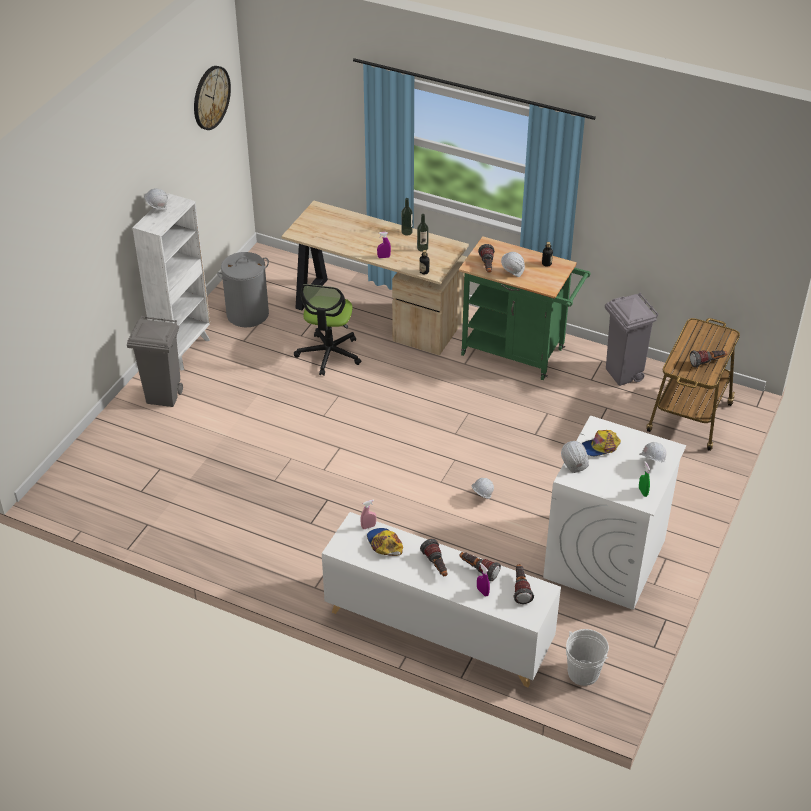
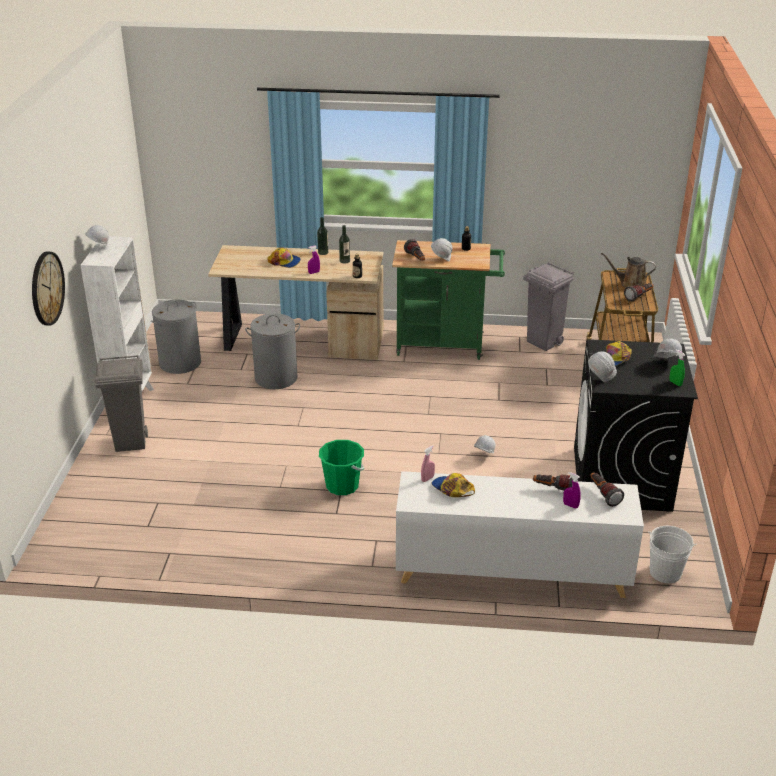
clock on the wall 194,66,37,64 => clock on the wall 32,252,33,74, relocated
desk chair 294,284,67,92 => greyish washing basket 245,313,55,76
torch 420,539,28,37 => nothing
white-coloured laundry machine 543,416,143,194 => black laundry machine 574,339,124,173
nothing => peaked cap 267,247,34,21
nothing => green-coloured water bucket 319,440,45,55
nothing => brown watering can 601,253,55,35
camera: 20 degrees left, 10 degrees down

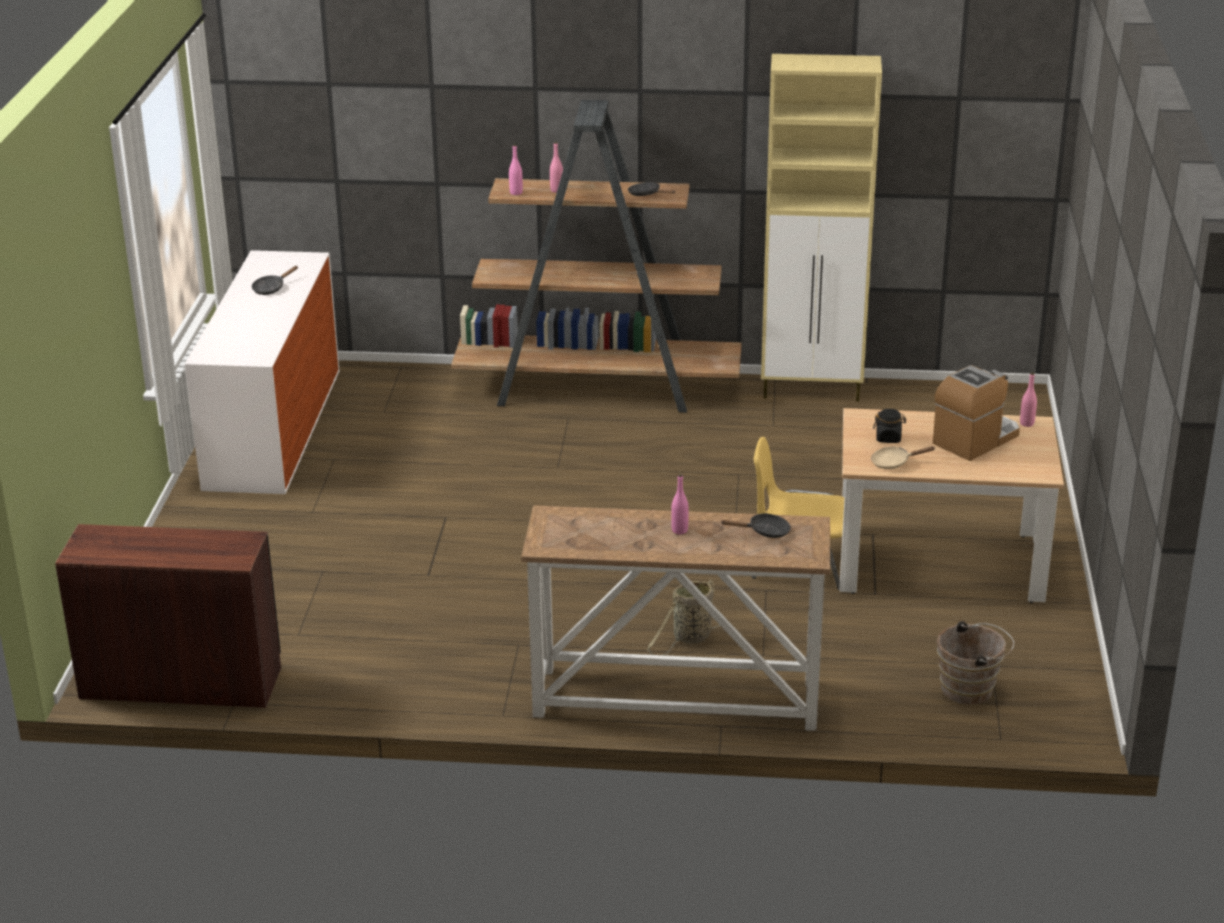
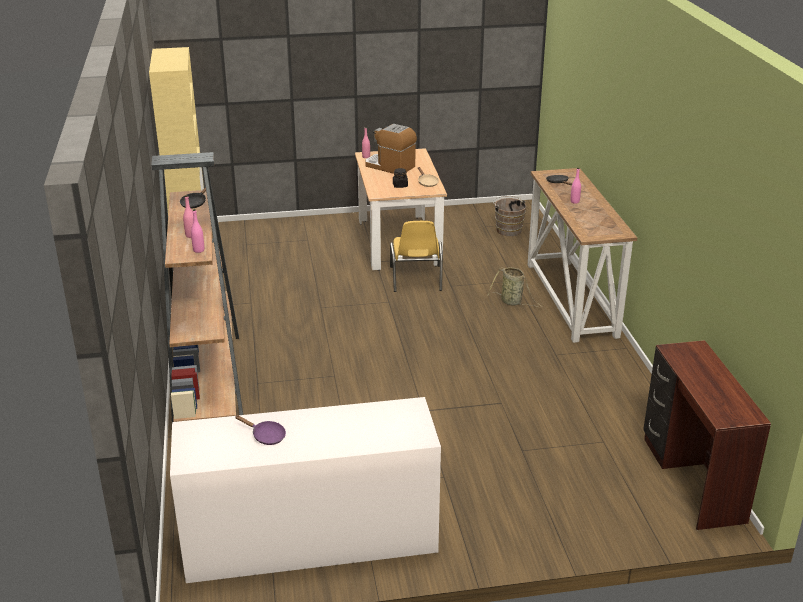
black pan 252,266,46,29 => purple pan 235,415,51,30
camera: 105 degrees left, 0 degrees up

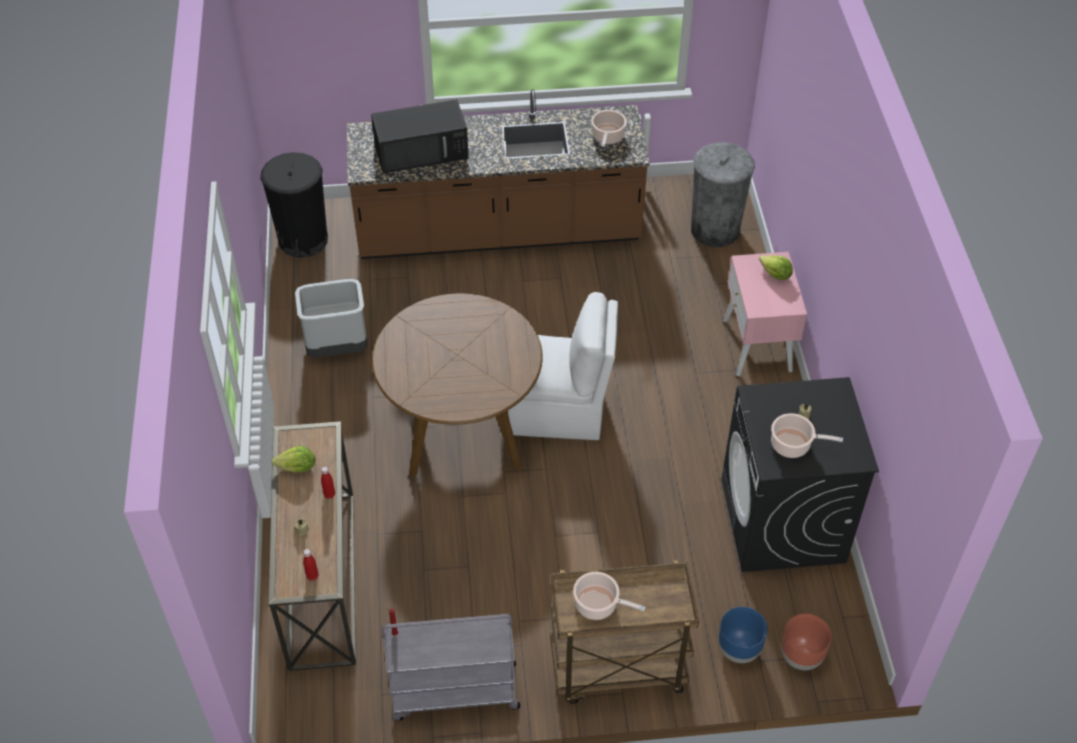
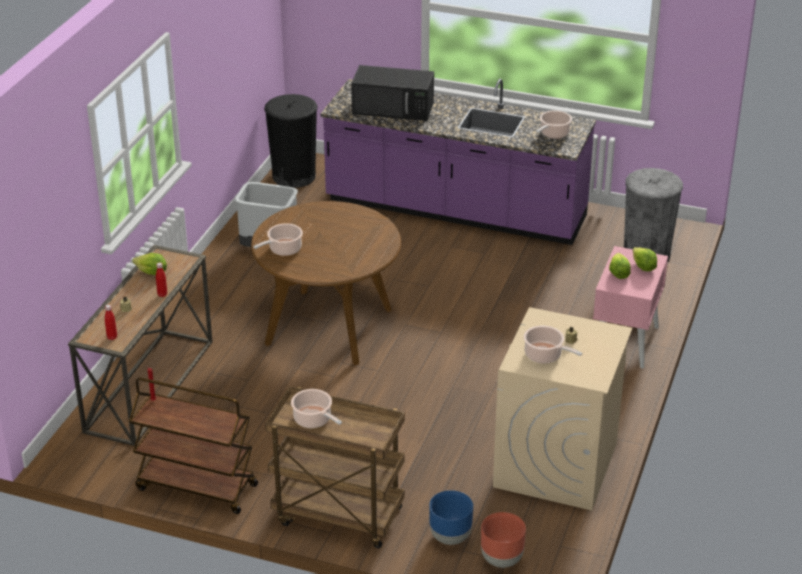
brown counter 347,89,303,170 => purple counter 320,79,276,166
greyish trolley 382,614,138,107 => brown trolley 129,377,129,137
white-coloured plain chair 508,292,110,148 => nothing
black laundry machine 721,377,158,195 => sand-coloured laundry machine 493,307,139,204
nothing => stockpot 253,223,50,33
nothing => head of lettuce 609,253,22,26
camera: 25 degrees right, 15 degrees down

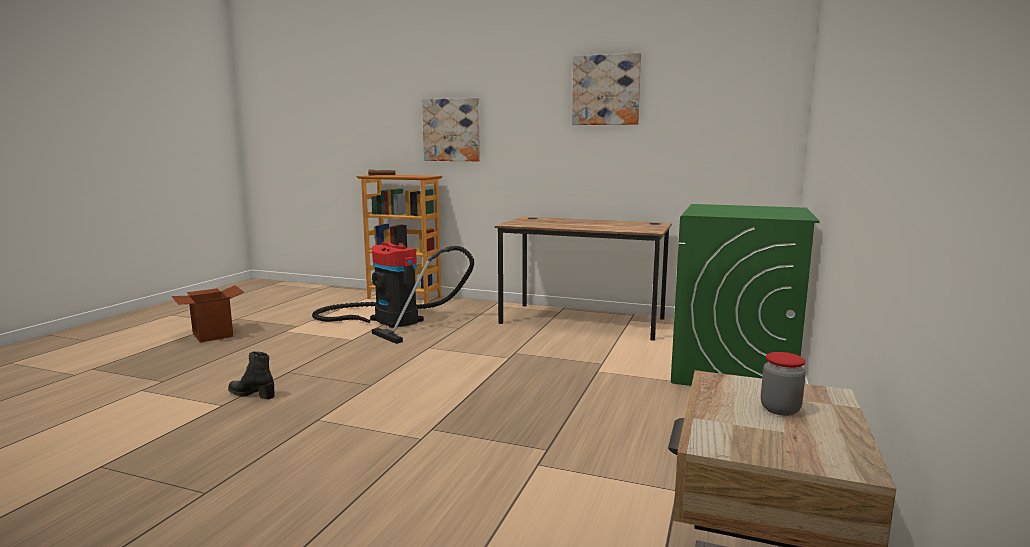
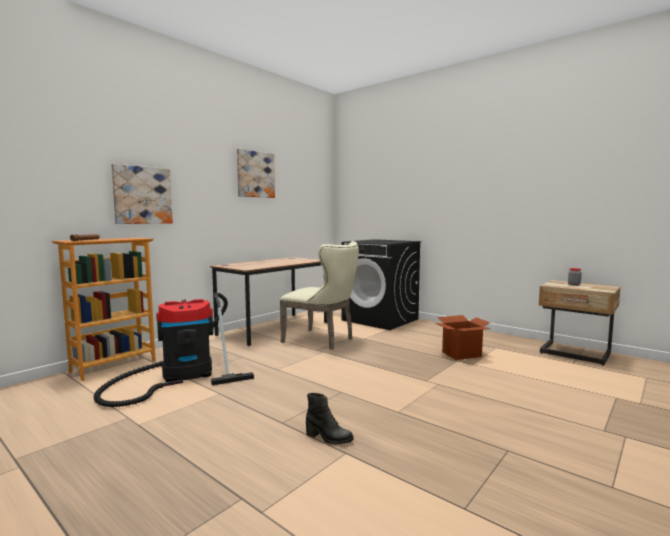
packing box 172,285,72,58 => packing box 436,315,55,45, relocated
black boot 228,351,47,48 => black boot 306,393,48,52, 105 degrees counterclockwise
green-coloured laundry machine 671,204,149,182 => black laundry machine 341,239,80,91
nothing => sand-coloured plain chair 280,241,79,109
camera: 70 degrees left, 5 degrees down

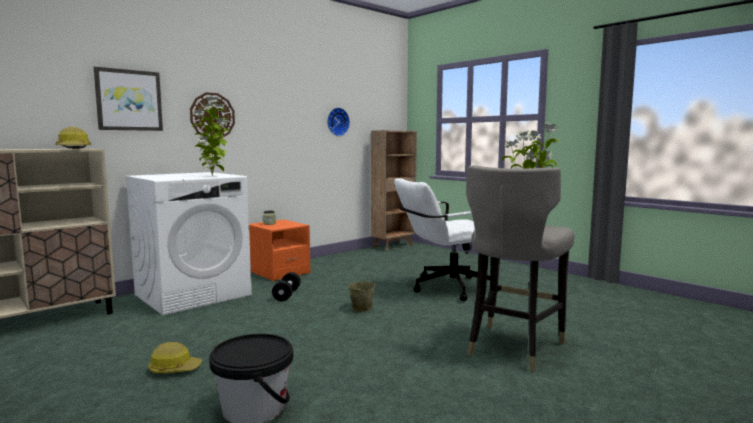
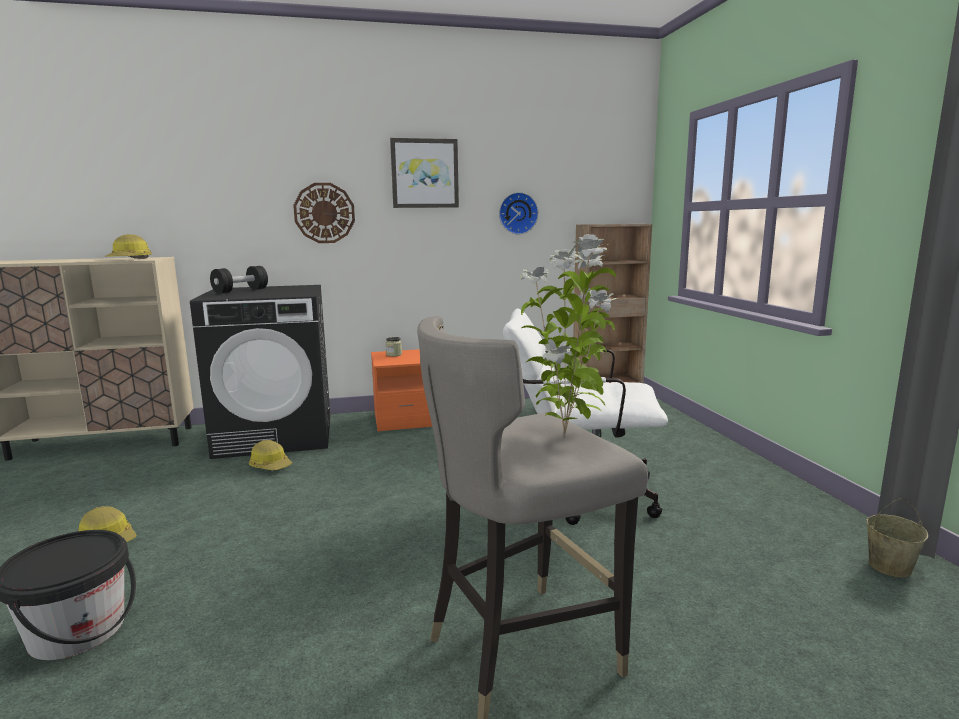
picture 94,67,69,64 => picture 390,138,69,70, relocated
white-coloured laundry machine 125,172,127,144 => black laundry machine 190,285,140,174
houseplant 192,96,38,80 => nothing
black free weight 272,272,29,29 => black free weight 210,266,58,27, relocated
sand-coloured water bucket 348,269,28,43 => sand-coloured water bucket 866,498,62,79, relocated
nothing => work helmet 249,440,43,30
camera: 30 degrees right, 5 degrees up

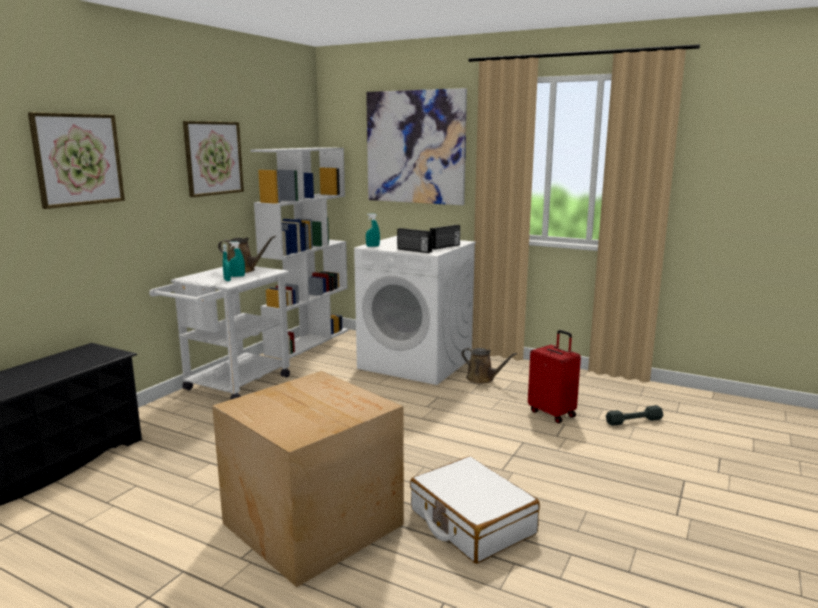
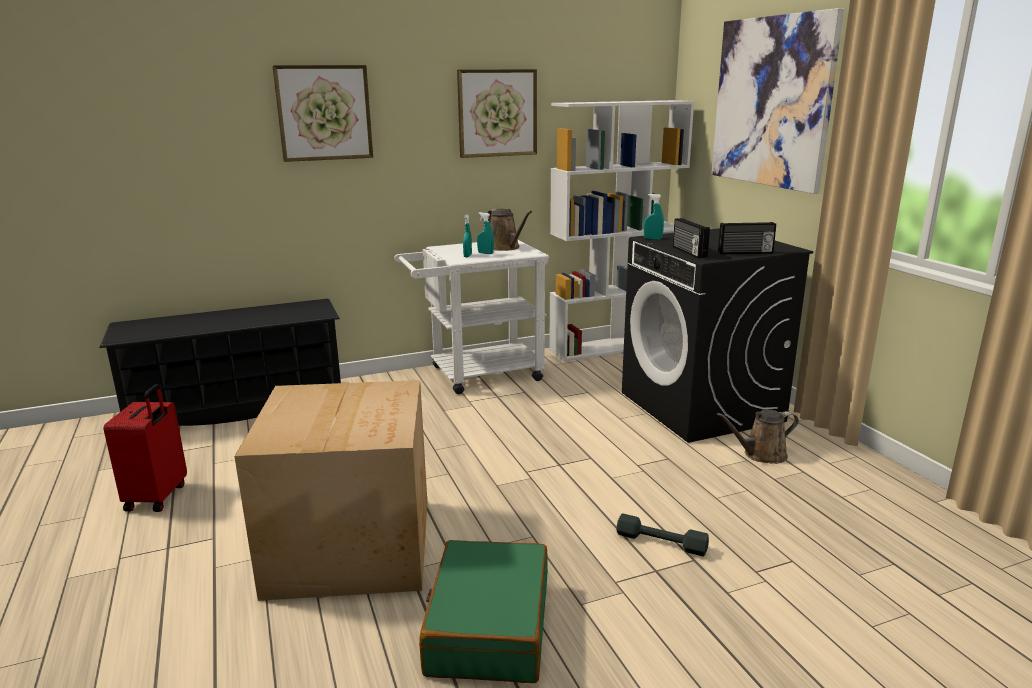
white-coloured laundry machine 354,236,122,149 => black laundry machine 622,228,191,215
white-coloured suitcase 410,456,130,108 => green-coloured suitcase 419,540,129,143
brown watering can 461,348,56,36 => brown watering can 717,409,82,55, 90 degrees clockwise
reddish suitcase 528,330,53,93 => reddish suitcase 104,384,83,128, relocated
greyish free weight 606,405,57,21 => greyish free weight 616,513,93,43, relocated
camera: 40 degrees right, 5 degrees up

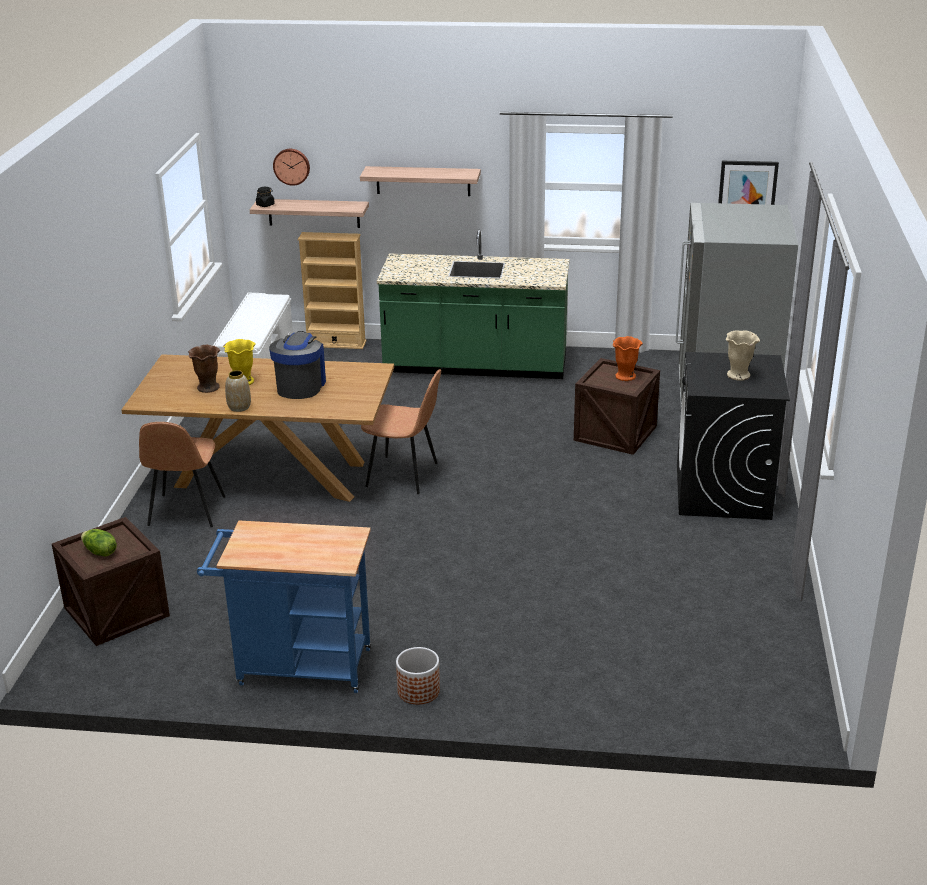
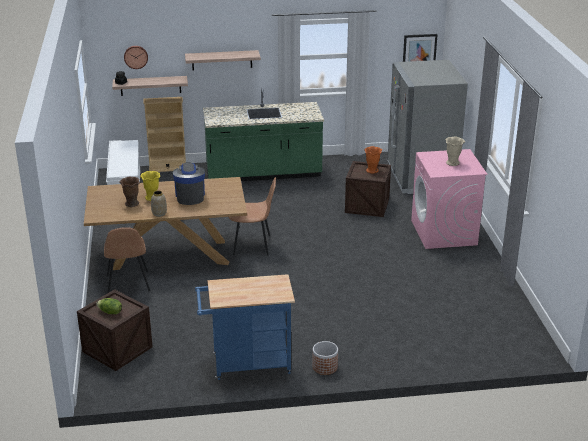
black laundry machine 677,352,113,168 => pink laundry machine 411,149,77,100
camera: 15 degrees left, 0 degrees up

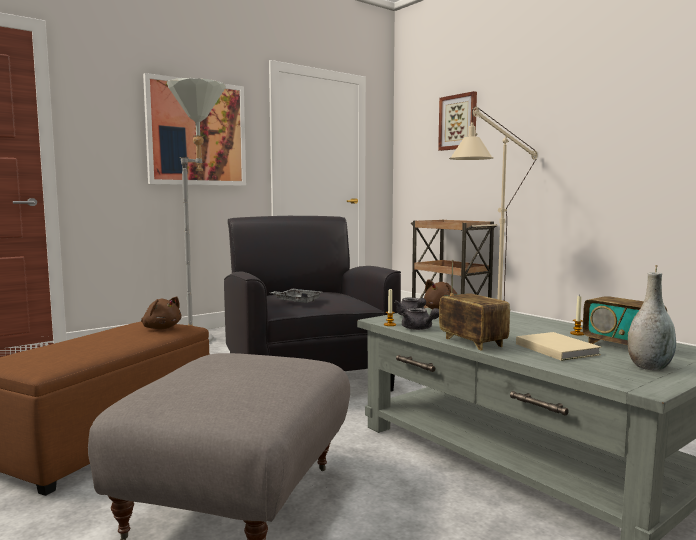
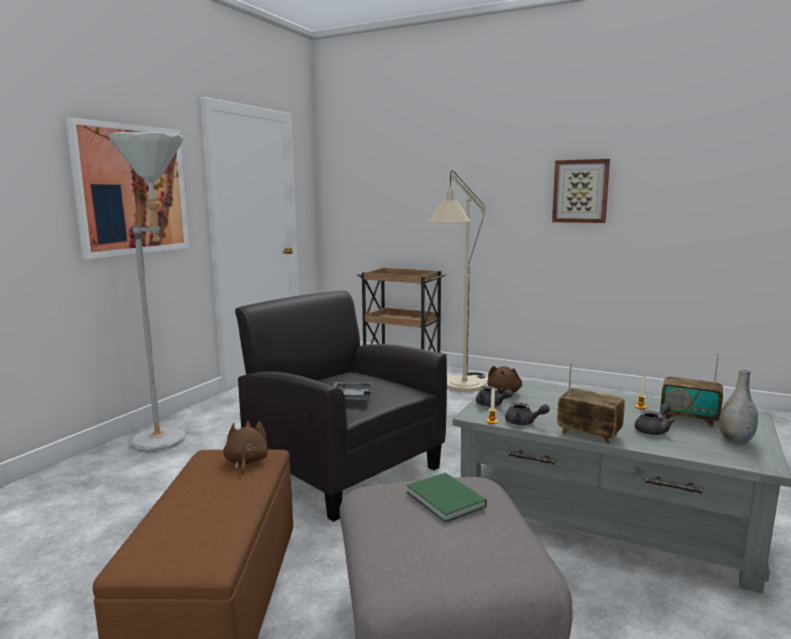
brown soft toy 141,297,41,32 => brown soft toy 223,421,45,54, 105 degrees counterclockwise
picture 438,91,39,60 => picture 552,159,58,64, relocated
sand-coloured volume 516,332,85,29 => greyish tea pot 634,403,41,32
nothing => green-coloured volume 406,473,81,50
camera: 25 degrees left, 5 degrees up

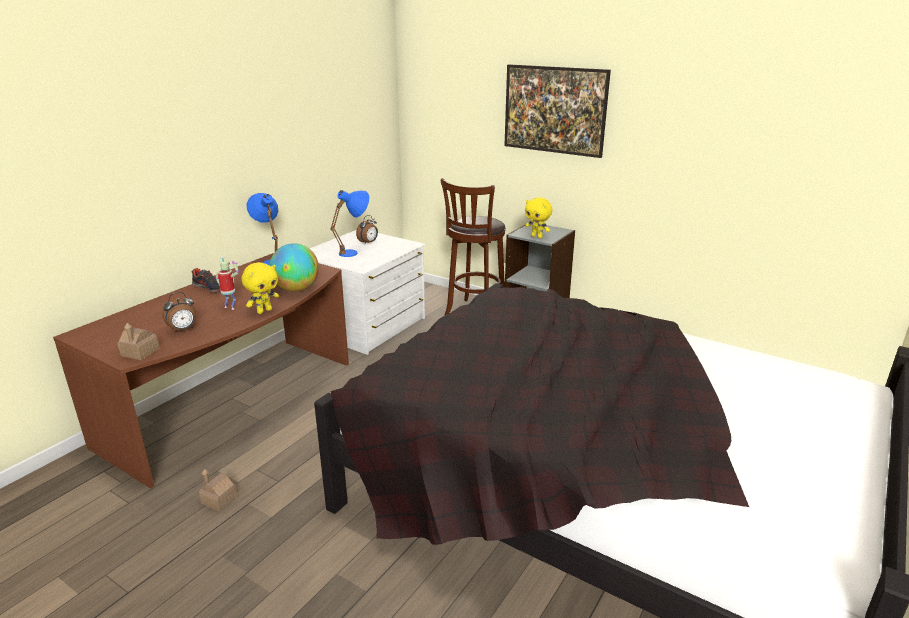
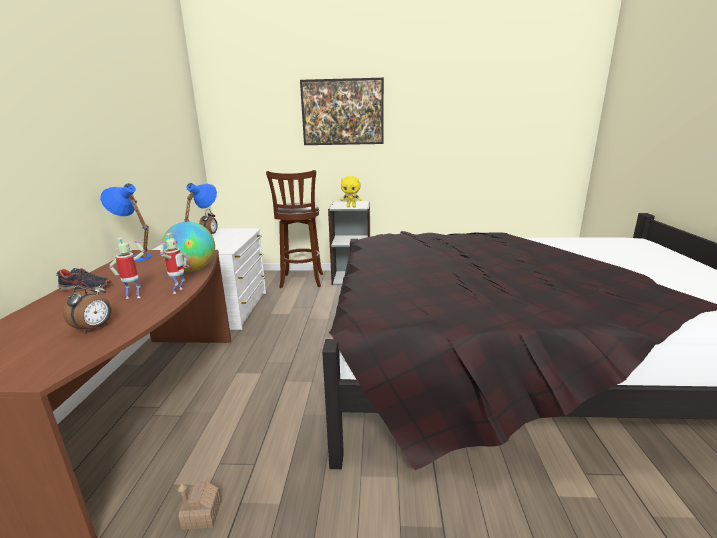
miniature house 117,323,43,37 => nothing
yellow-coloured soft toy 241,262,38,52 => robot figure 160,233,29,61
camera: 30 degrees left, 5 degrees down

